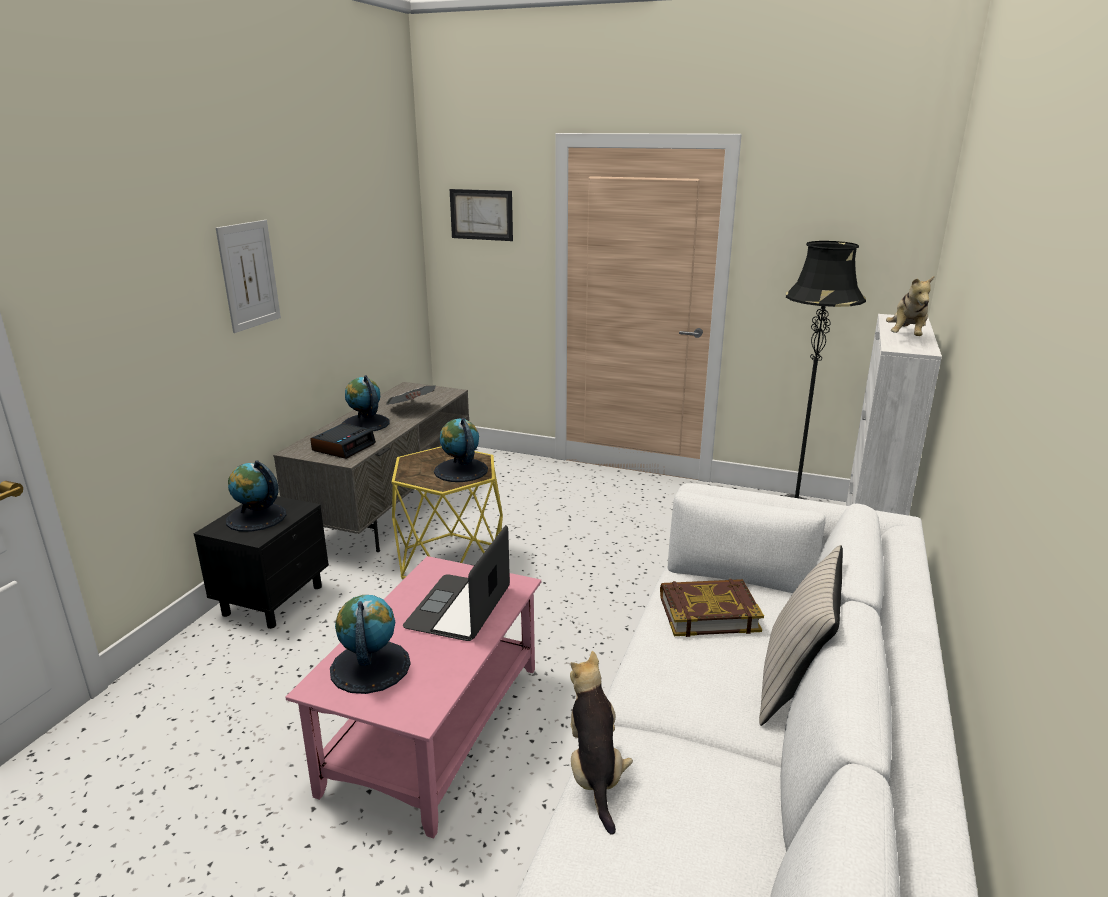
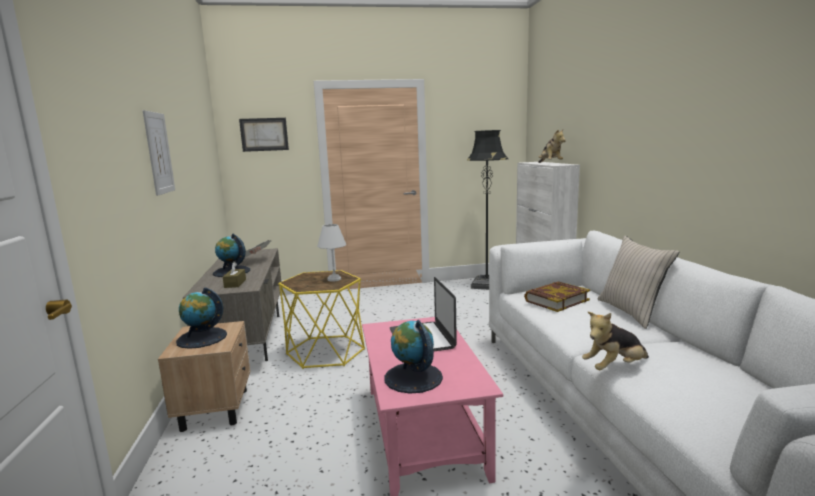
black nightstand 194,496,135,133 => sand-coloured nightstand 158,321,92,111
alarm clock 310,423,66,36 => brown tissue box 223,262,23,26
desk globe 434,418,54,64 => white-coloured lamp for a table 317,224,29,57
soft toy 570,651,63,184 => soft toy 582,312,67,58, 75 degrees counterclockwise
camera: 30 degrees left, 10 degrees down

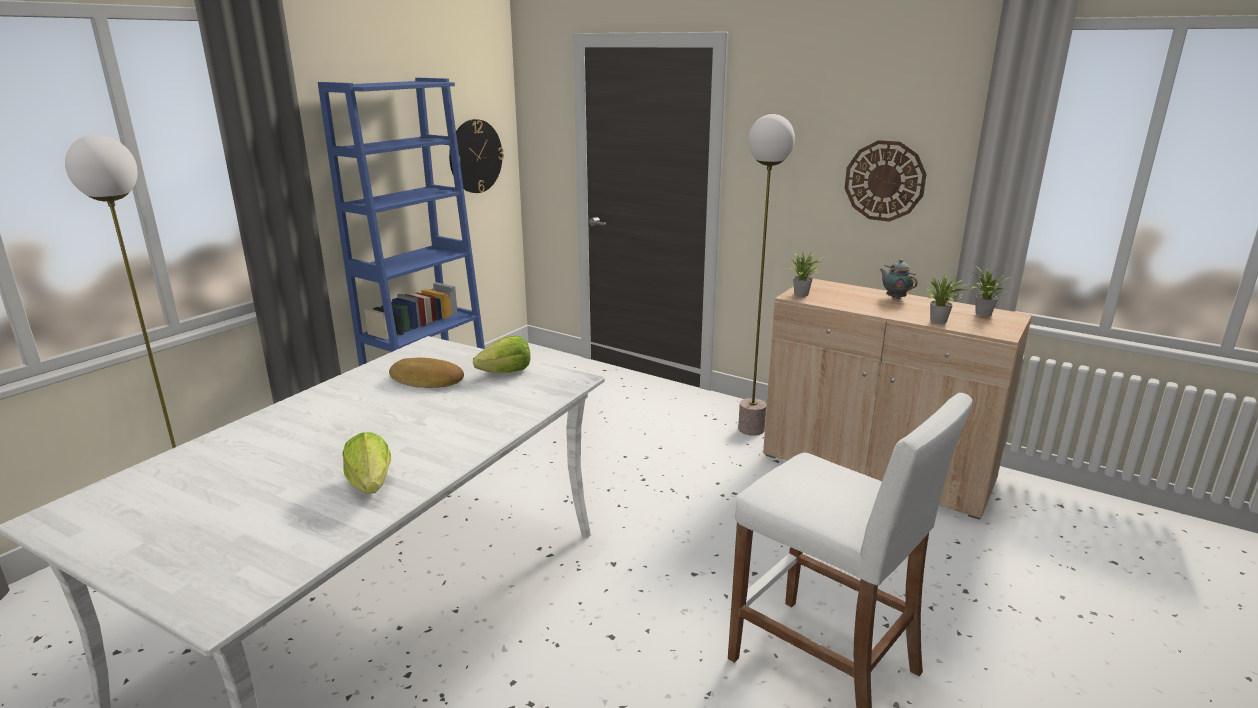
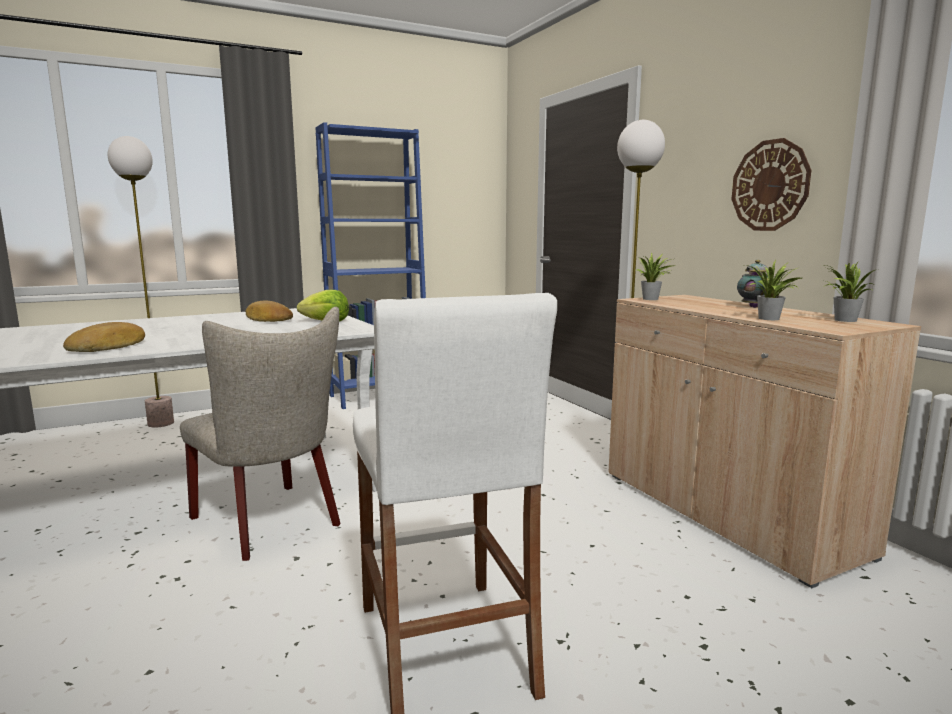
head of lettuce 343,432,48,62 => bread 63,322,82,30
clock on the wall 449,119,55,74 => nothing
nothing => sand-coloured plain chair 180,307,161,254
camera: 30 degrees right, 10 degrees down

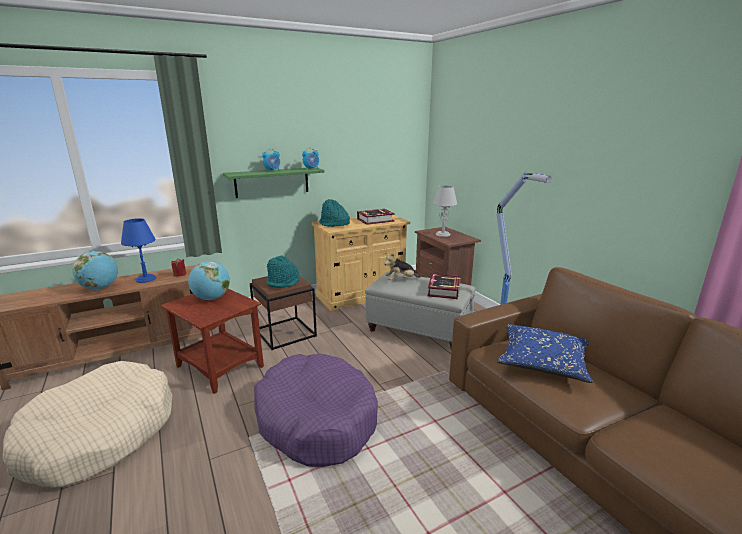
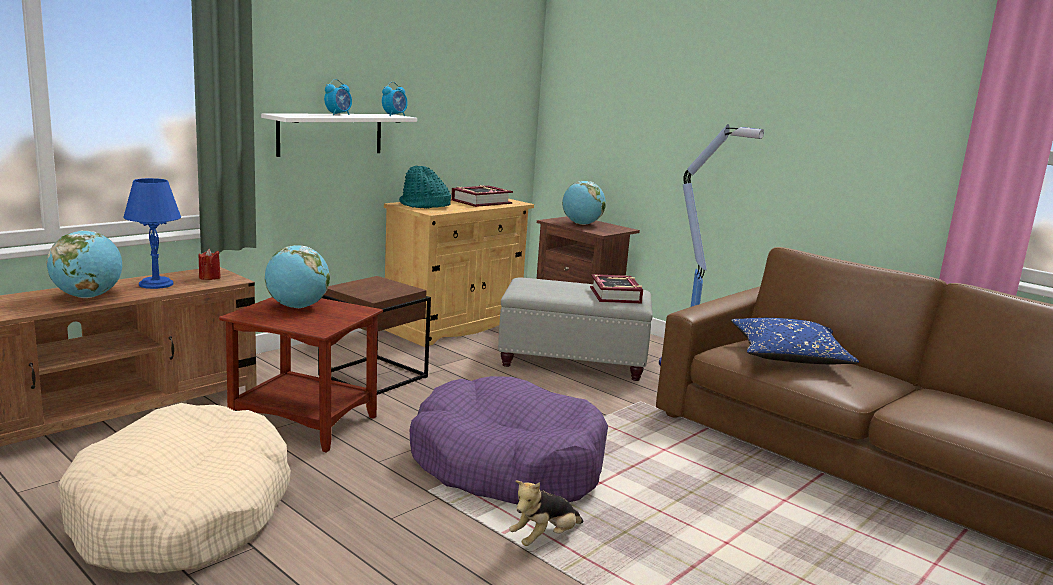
green-coloured shelf 223,167,102,31 => white-coloured shelf 261,113,156,44
blue-green hat 266,255,34,33 => nothing
soft toy 384,252,37,28 => soft toy 509,480,74,66, relocated
greyish lamp for a table 433,185,24,52 => desk globe 562,181,44,44
camera: 20 degrees left, 5 degrees down

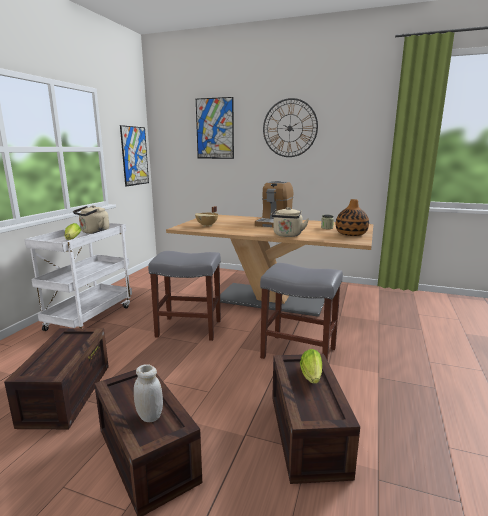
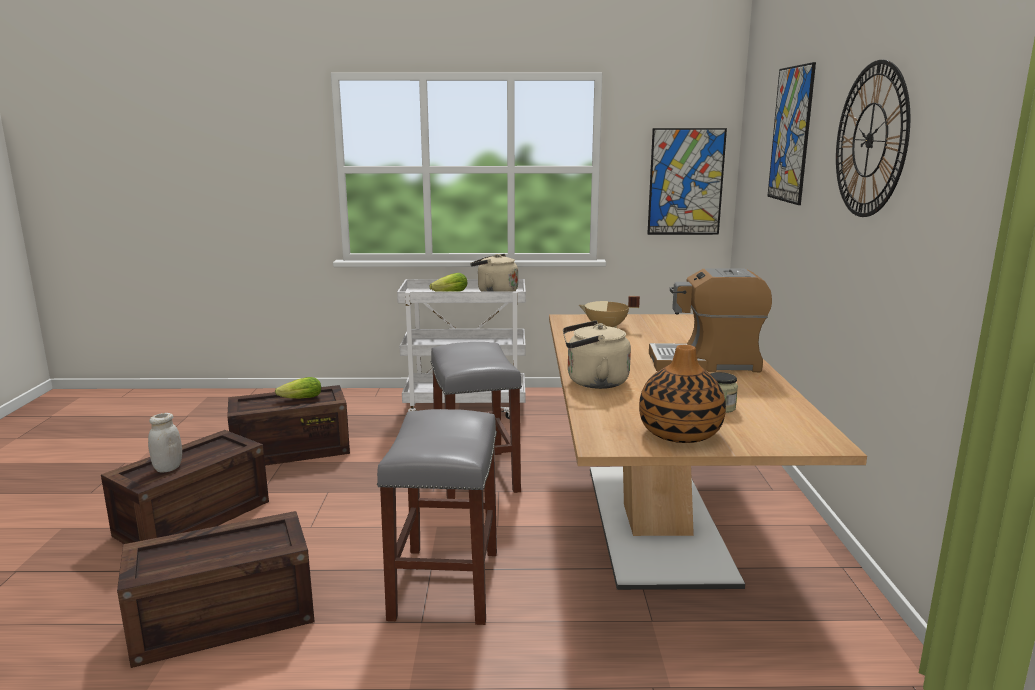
head of lettuce 300,349,22,35 => head of lettuce 275,377,46,21, relocated
camera: 70 degrees right, 0 degrees up

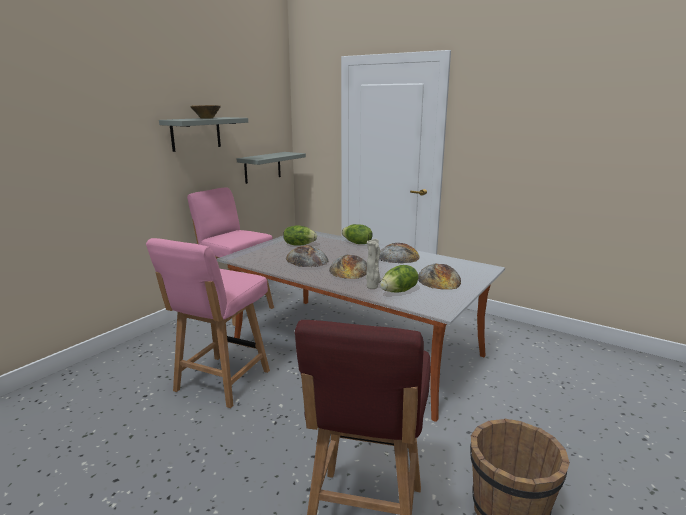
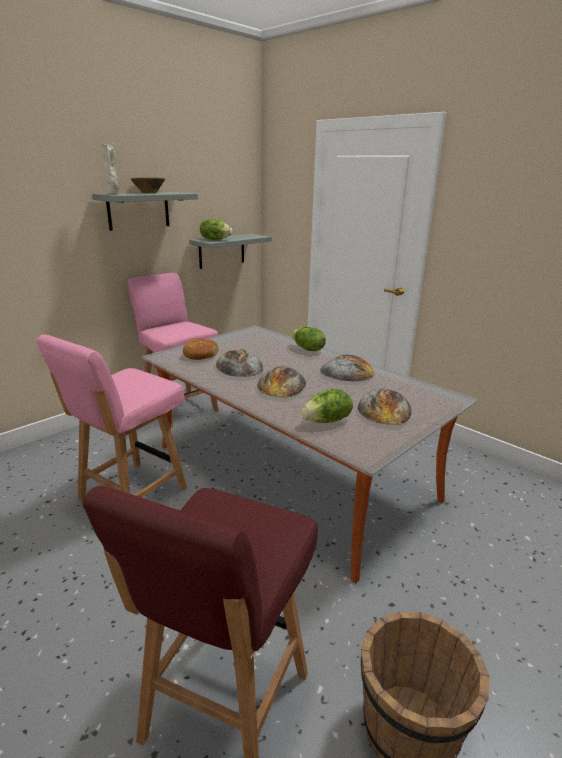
head of lettuce 283,225,34,20 => head of lettuce 200,219,32,21, relocated
sand-coloured decorative vase 366,239,15,50 => sand-coloured decorative vase 101,143,18,52, relocated
nothing => bread 183,339,35,21
camera: 10 degrees right, 5 degrees up

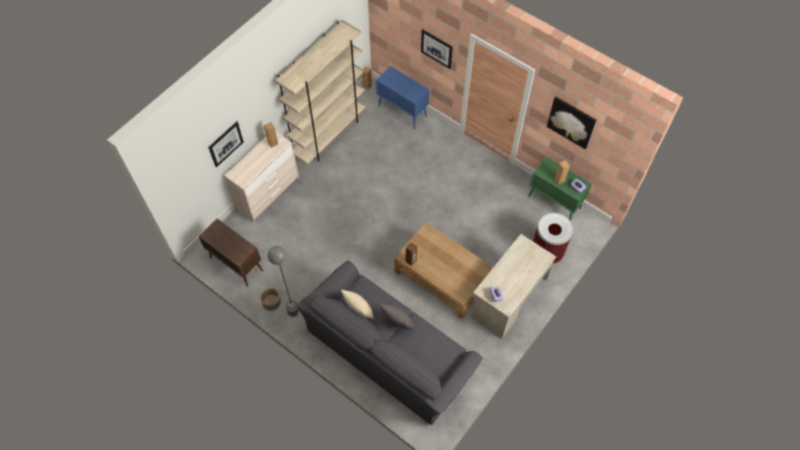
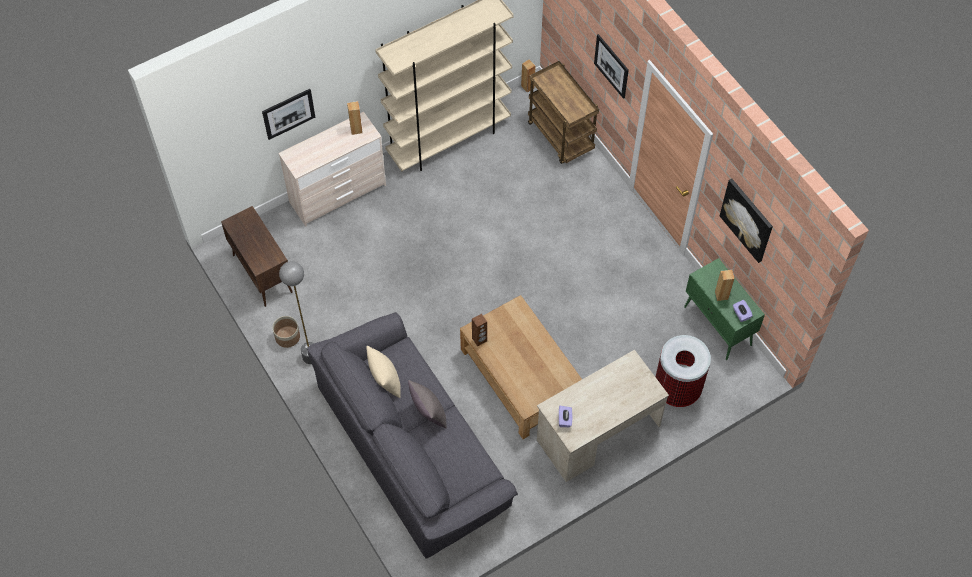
blue cabinet 376,66,54,63 => brown trolley 528,61,71,103
camera: 20 degrees right, 0 degrees up

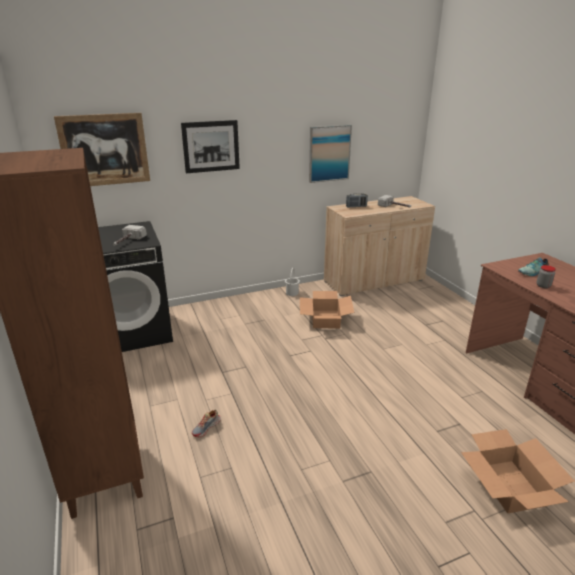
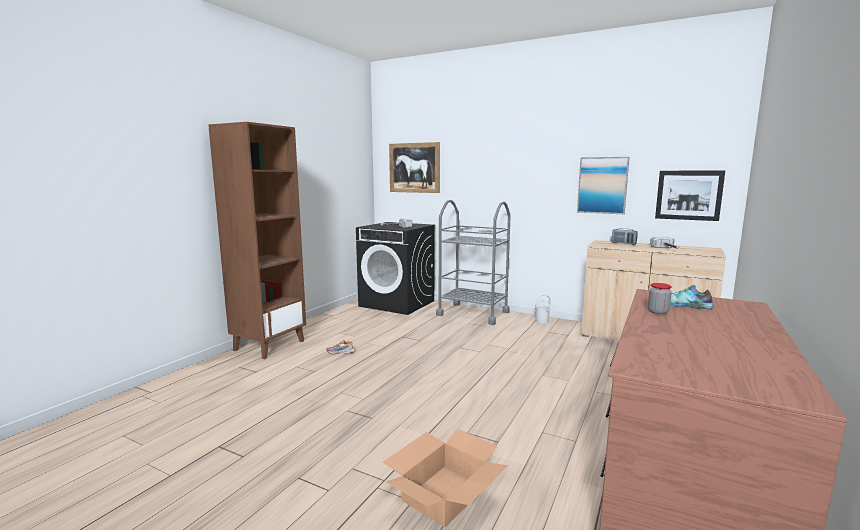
picture 181,120,59,53 => picture 655,171,70,50, relocated
packing box 300,291,54,37 => nothing
nothing => greyish trolley 436,200,75,125
camera: 50 degrees right, 15 degrees down

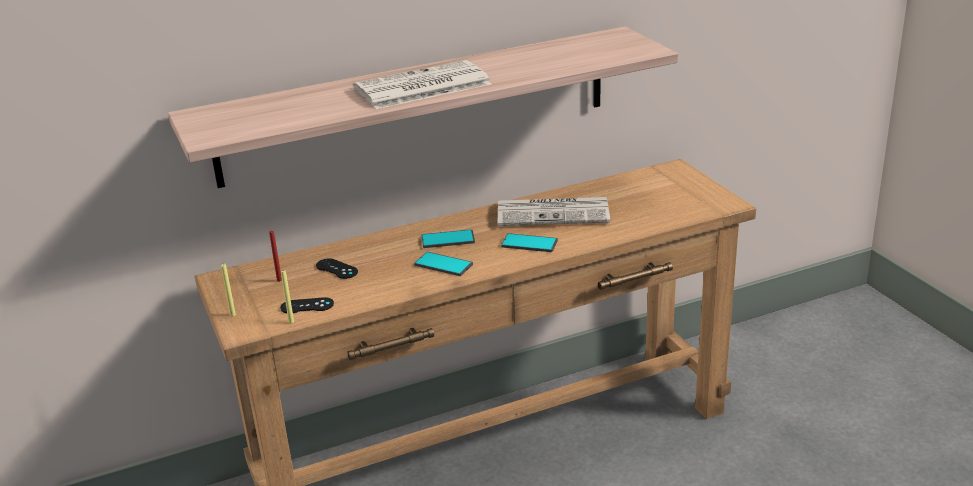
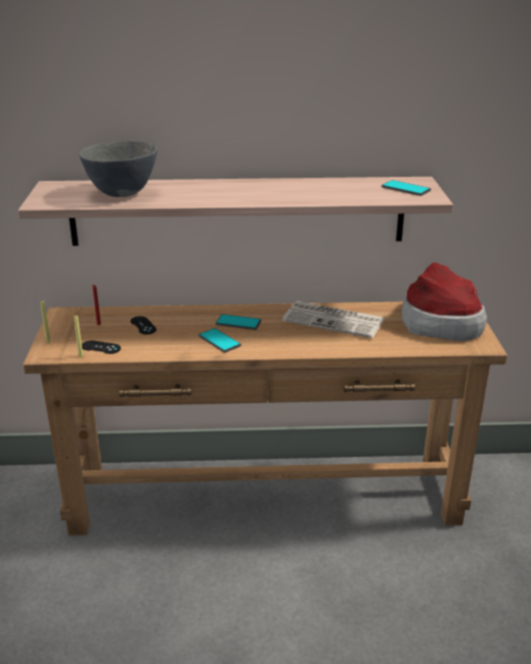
newspaper 353,60,139,49 => nothing
phone 501,233,57,19 => phone 382,180,49,16, relocated
nothing => greyish serving bowl 79,141,78,56
nothing => hat 402,263,85,78
camera: 20 degrees right, 0 degrees up

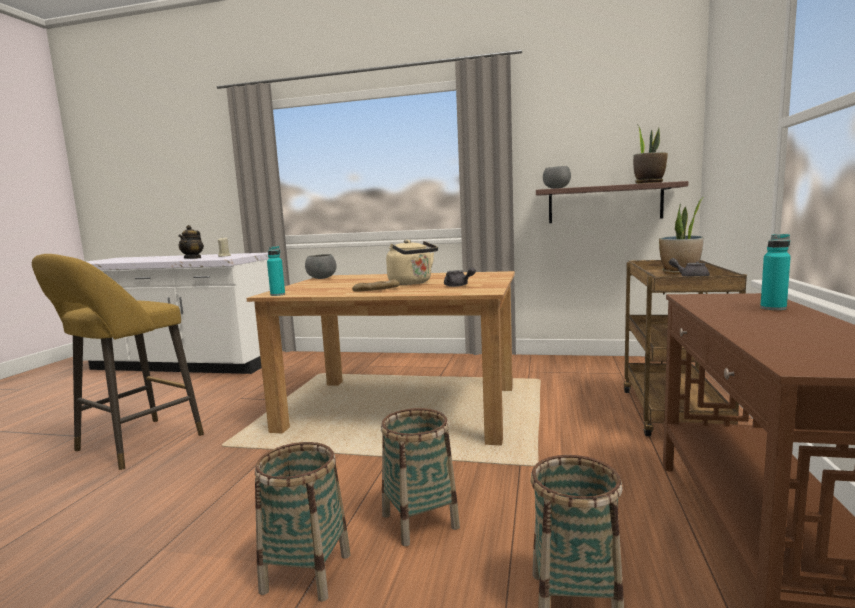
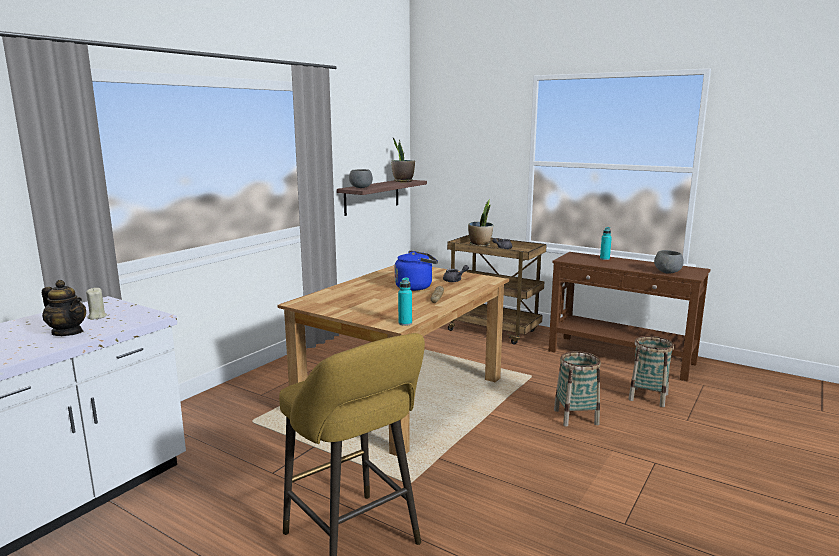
storage basket 255,442,96,160 => nothing
greyish serving bowl 305,254,32,25 => greyish serving bowl 654,250,30,24, relocated
sand-coloured tea kettle 386,240,52,45 => blue tea kettle 394,250,44,41
camera: 70 degrees left, 5 degrees up

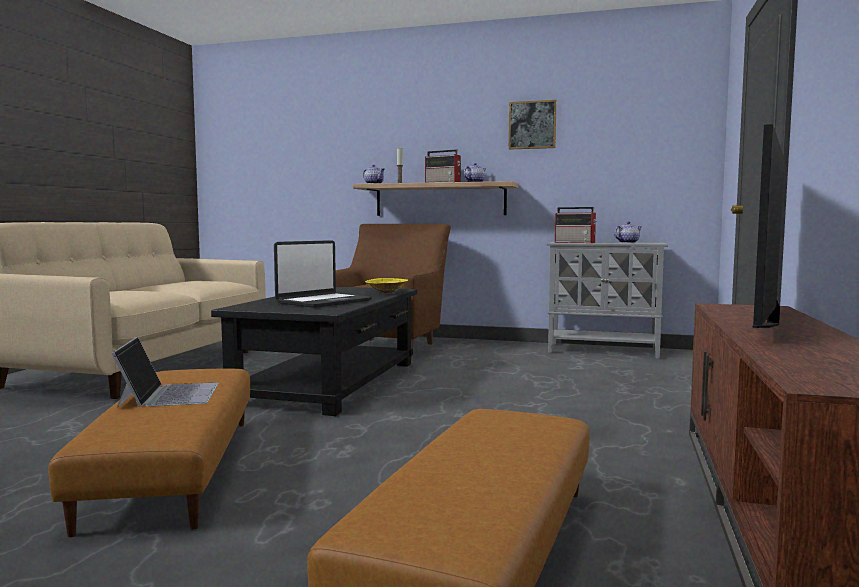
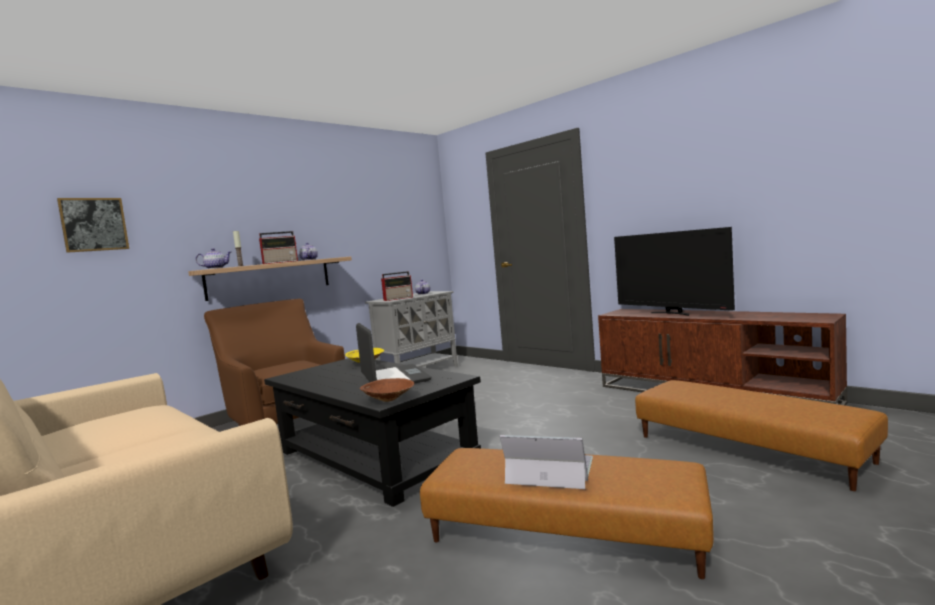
picture 509,100,48,50 => picture 57,198,72,55, relocated
nothing => brown serving bowl 360,378,54,24
camera: 60 degrees left, 0 degrees up

